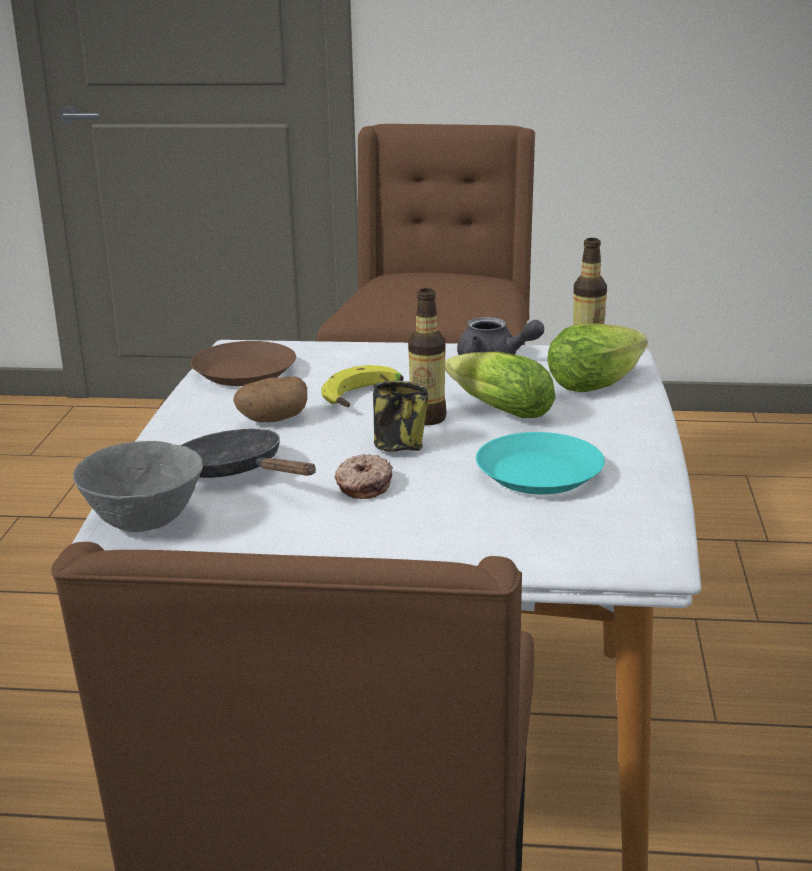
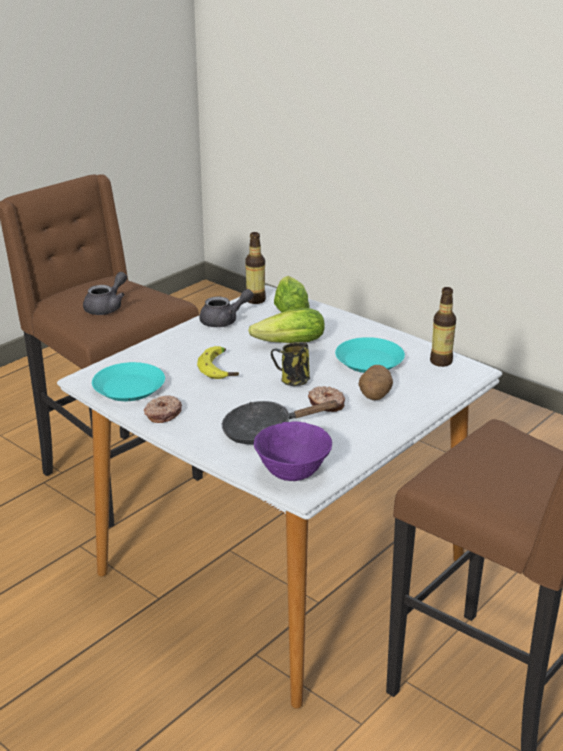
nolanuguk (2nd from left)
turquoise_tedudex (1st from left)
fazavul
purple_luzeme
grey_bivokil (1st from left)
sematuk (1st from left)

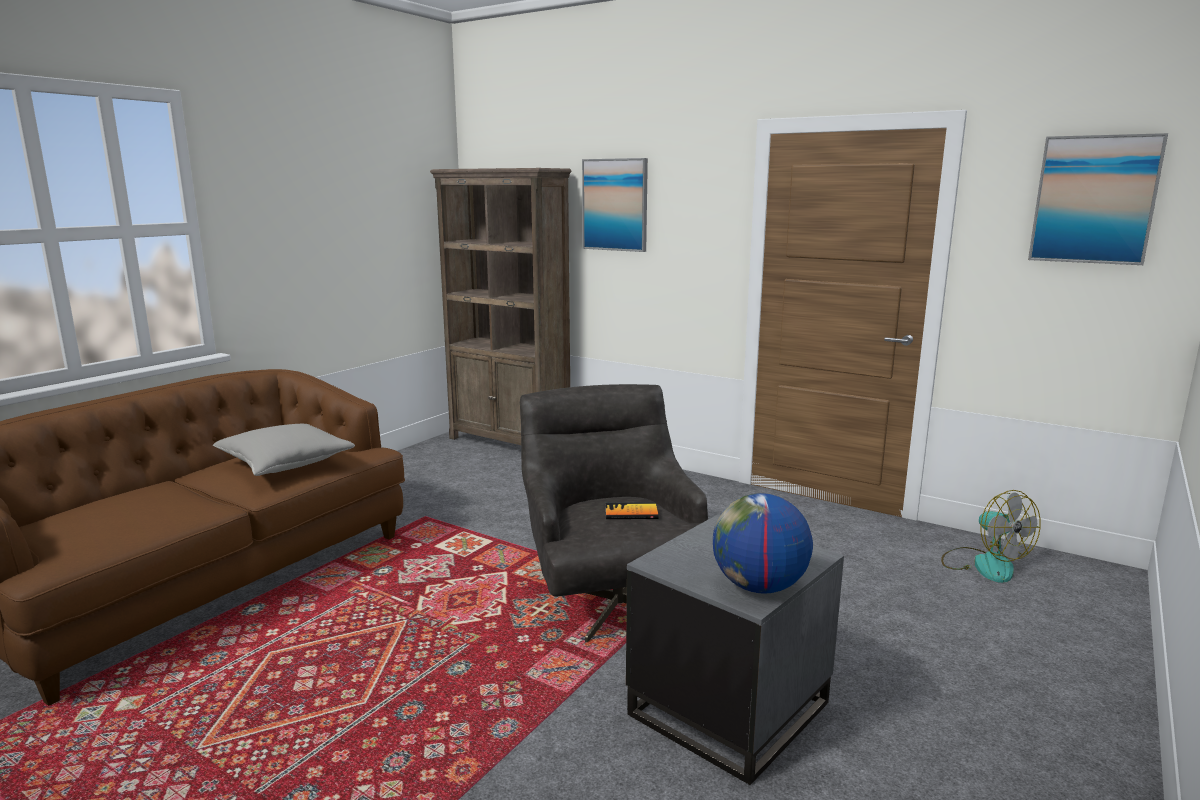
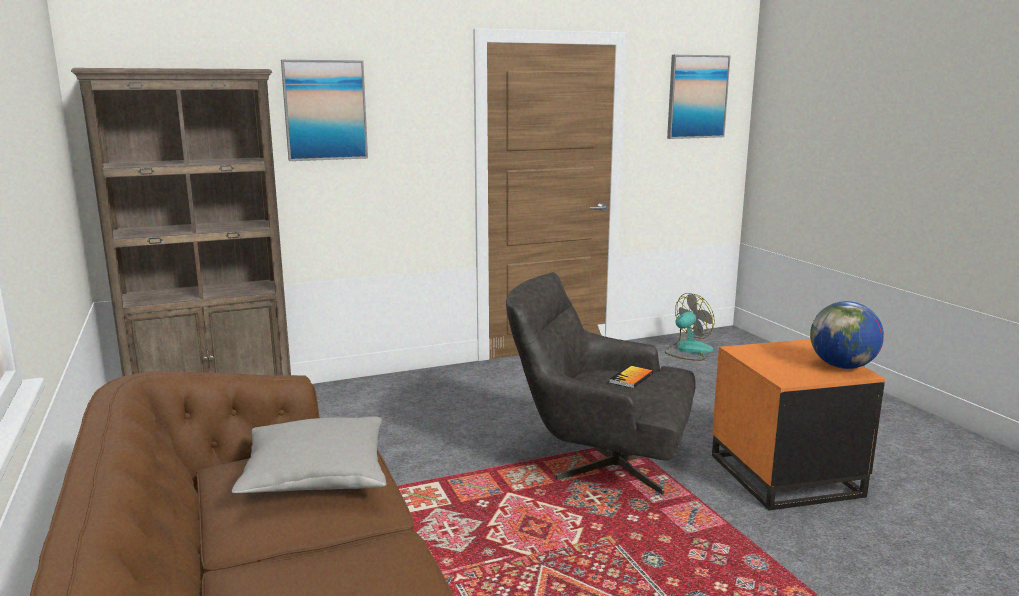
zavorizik
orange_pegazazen

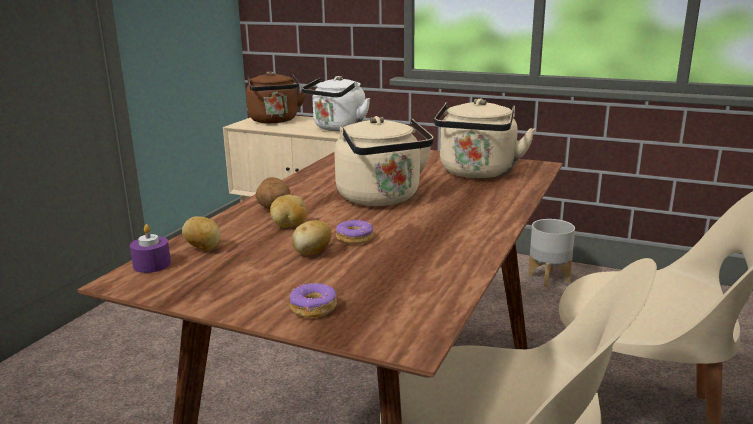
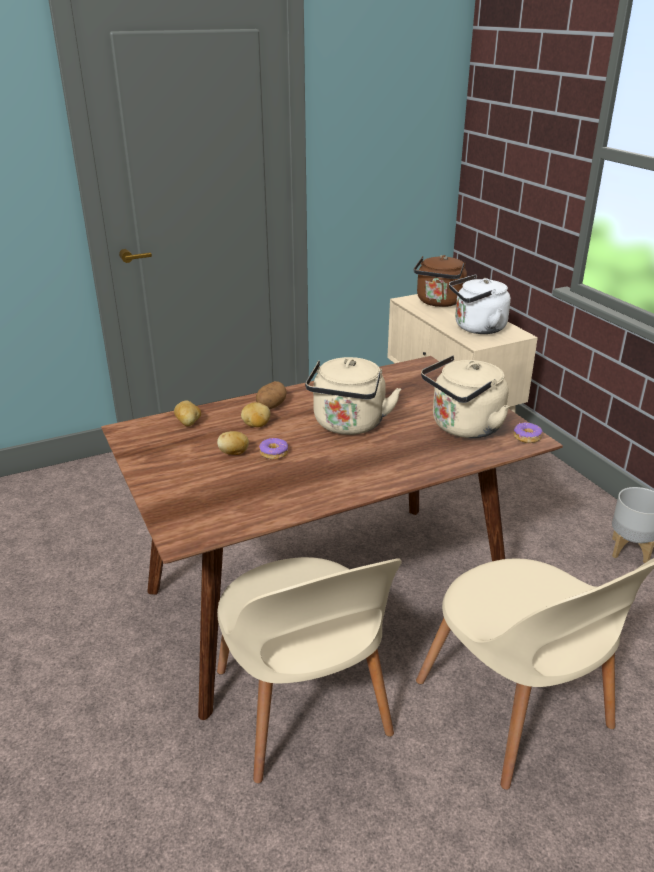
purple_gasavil
sematuk (2nd from left)

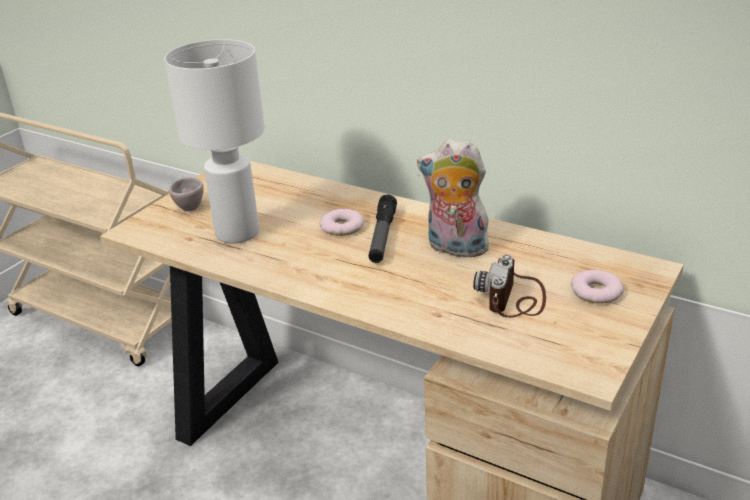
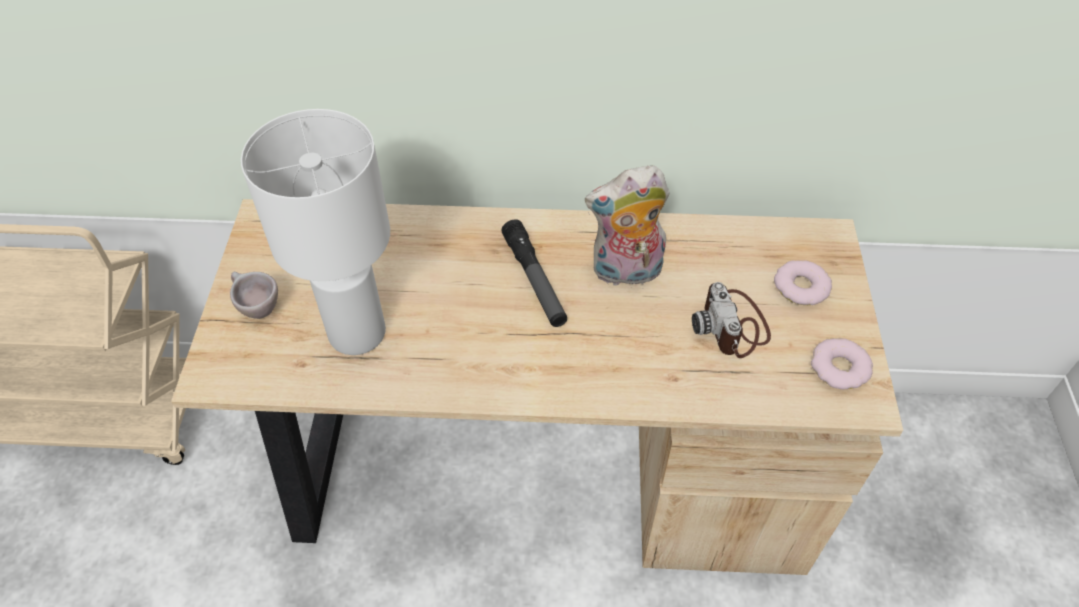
sematuk (2nd from left)

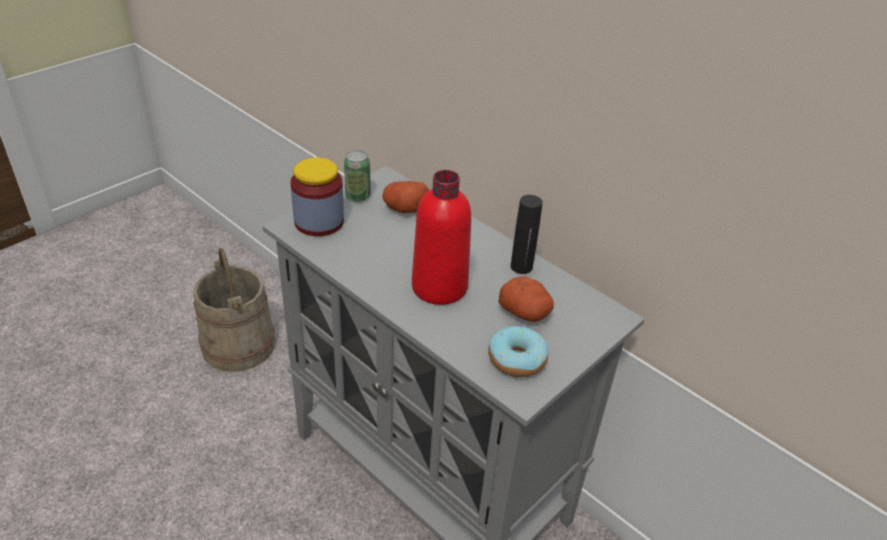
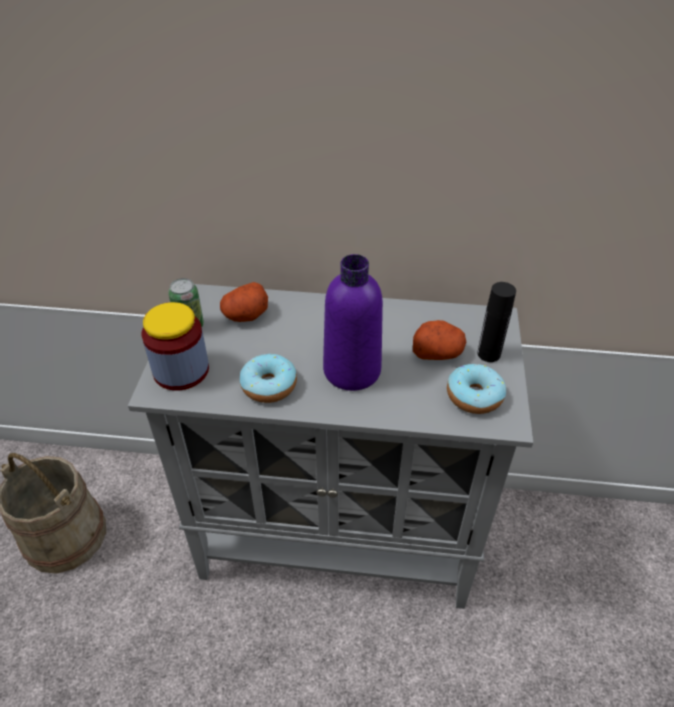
purple_nolanuguk
black_nolanuguk
sematuk (1st from left)

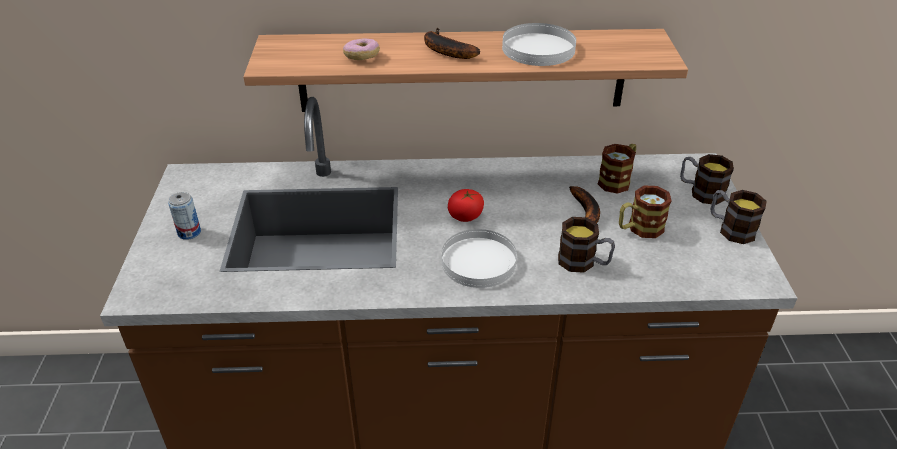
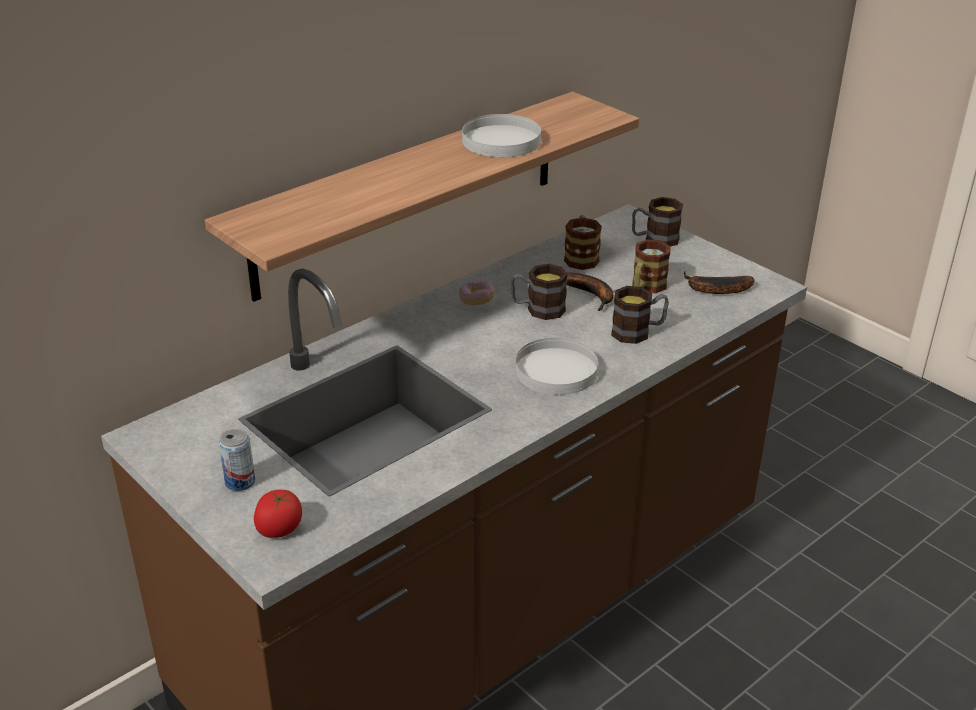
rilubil (2nd from left)
sematuk
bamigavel
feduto (1st from left)

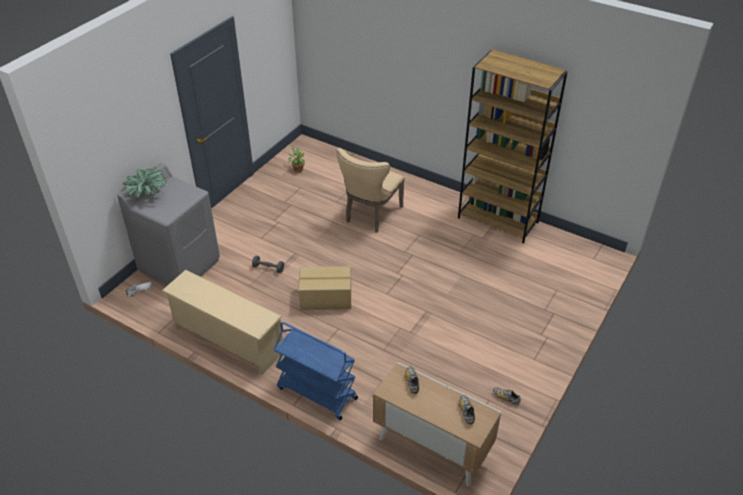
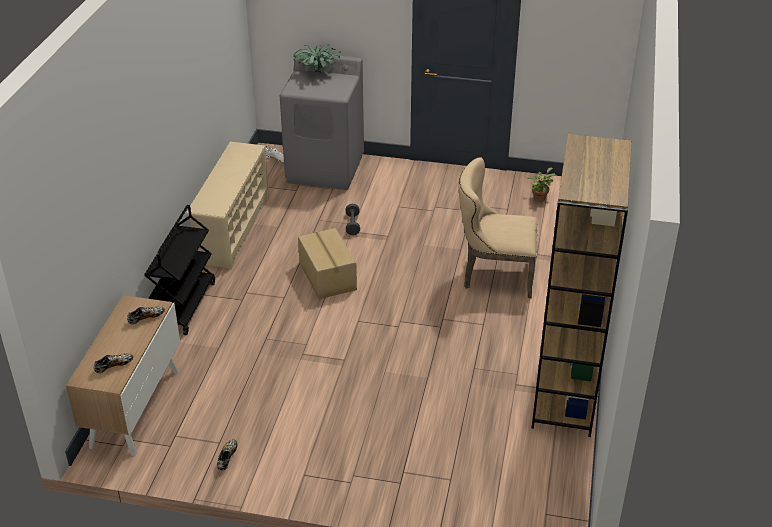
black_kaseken

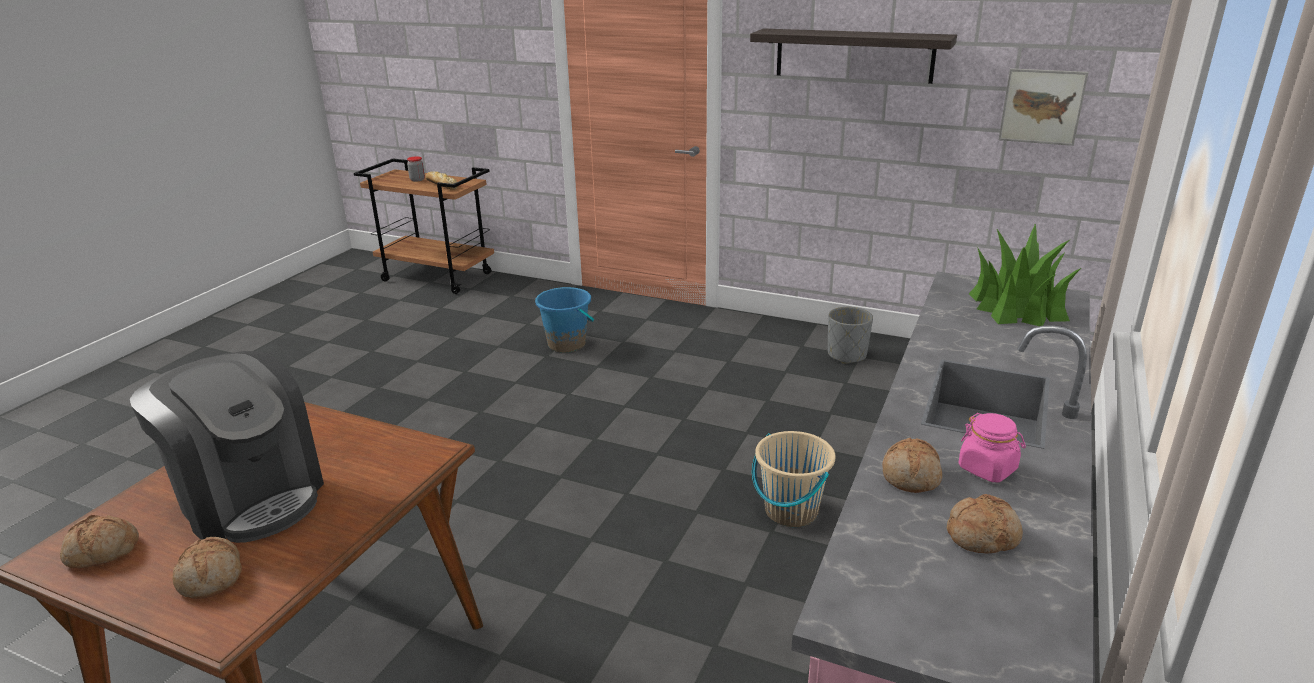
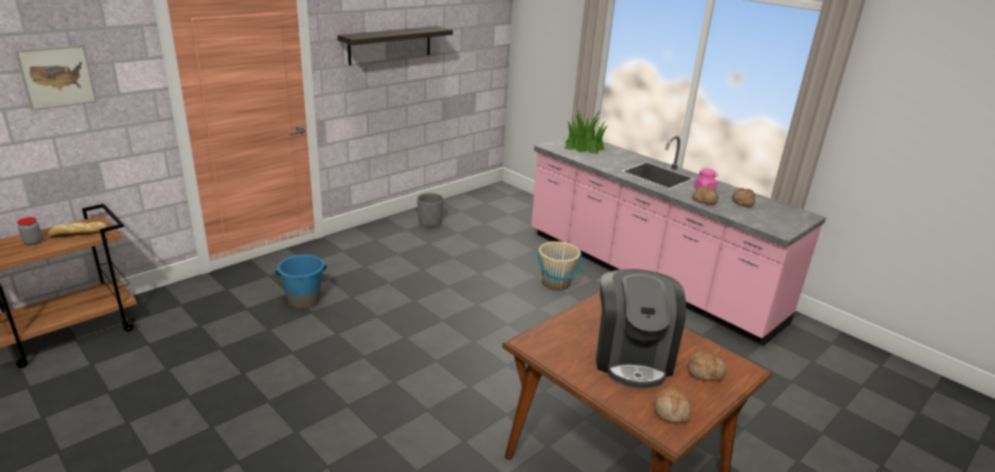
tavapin
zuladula

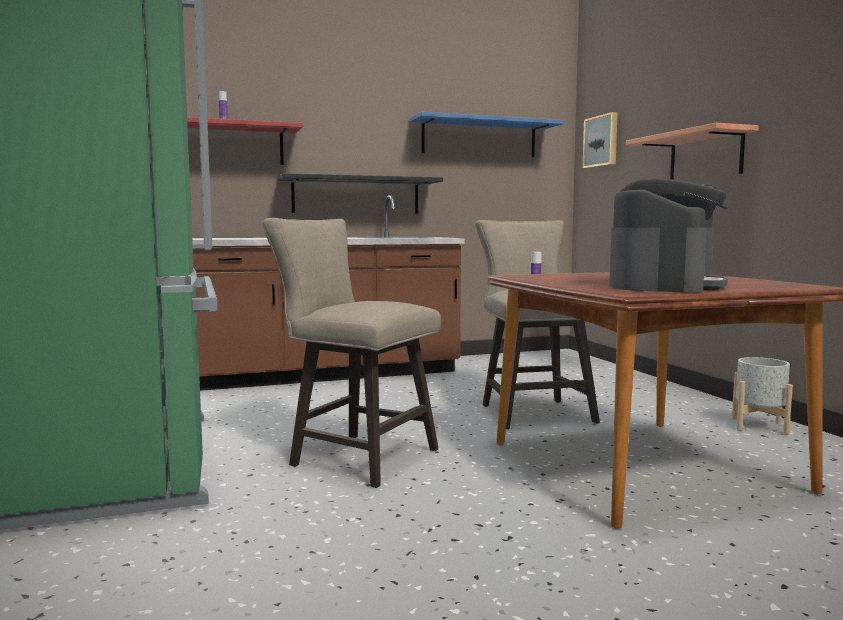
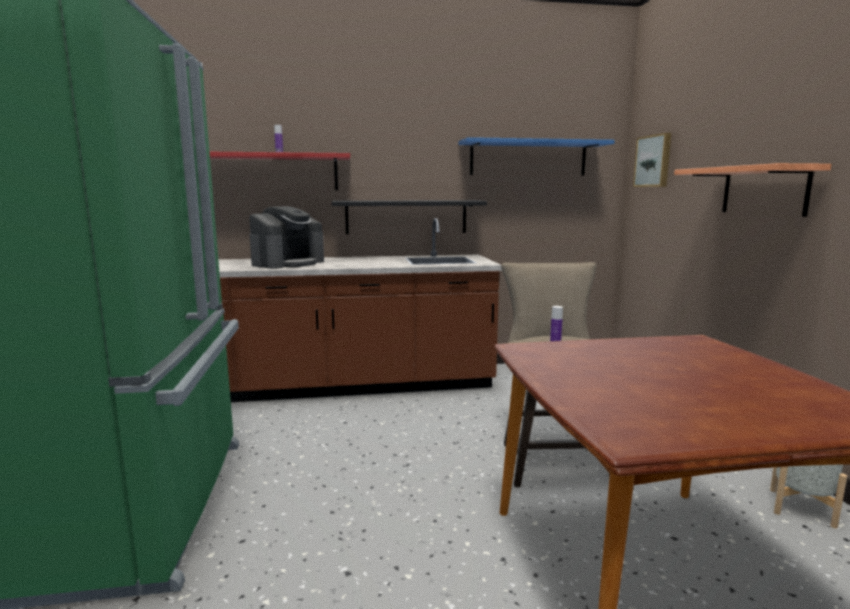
zuladula
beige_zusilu (1st from left in the first image)

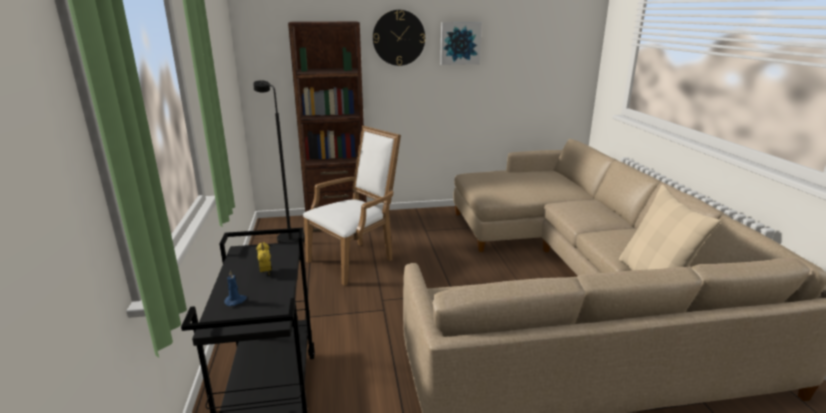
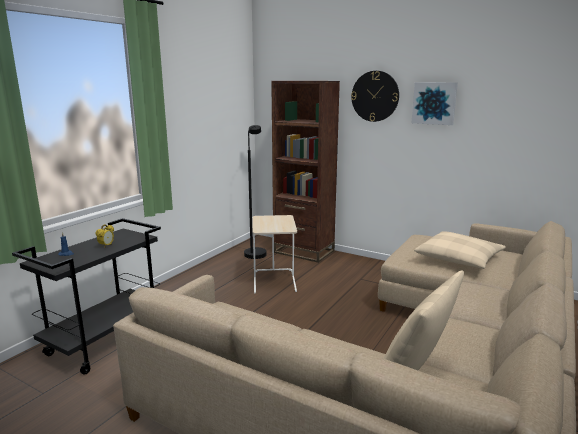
beige_pegazazen
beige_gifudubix (2nd from left)

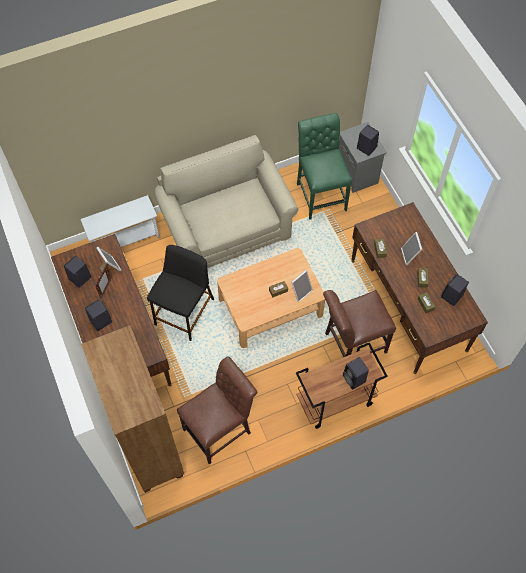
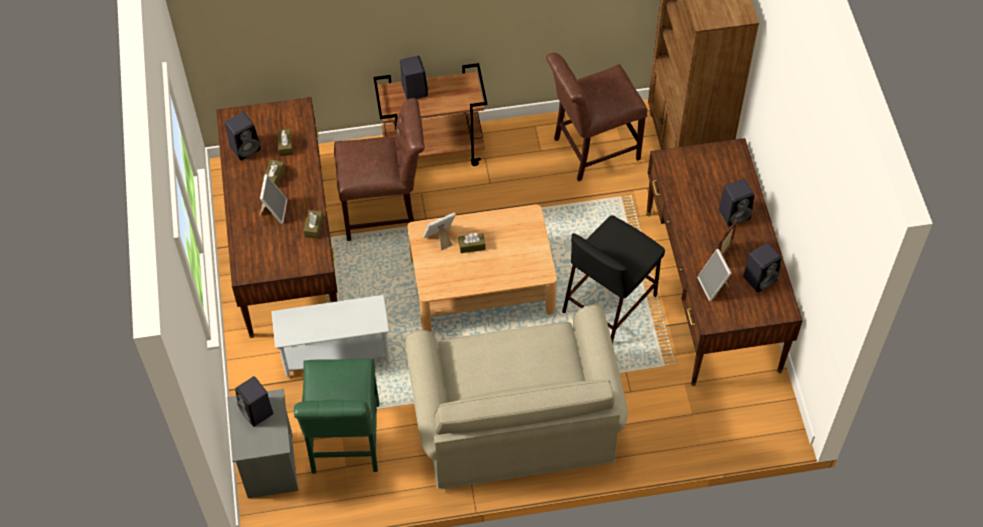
white_pegazazen

